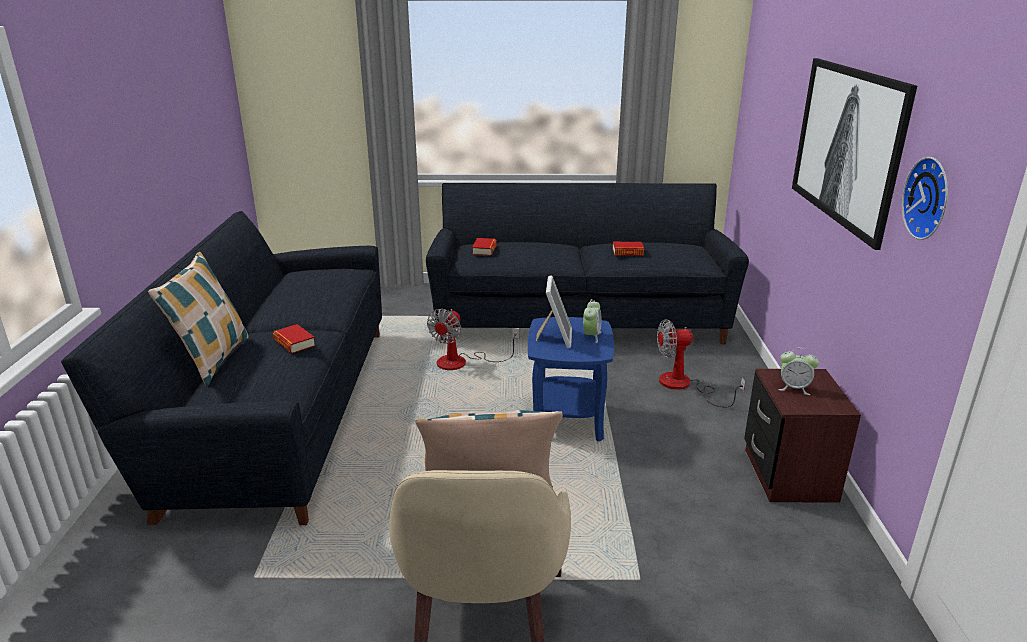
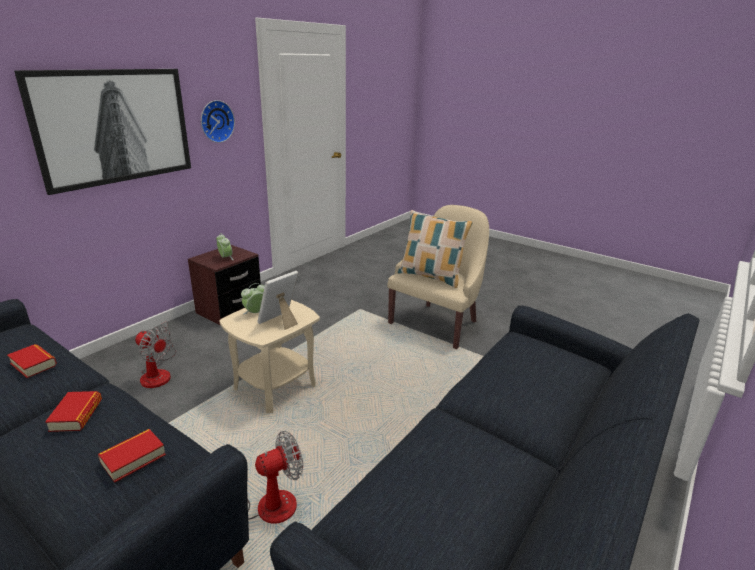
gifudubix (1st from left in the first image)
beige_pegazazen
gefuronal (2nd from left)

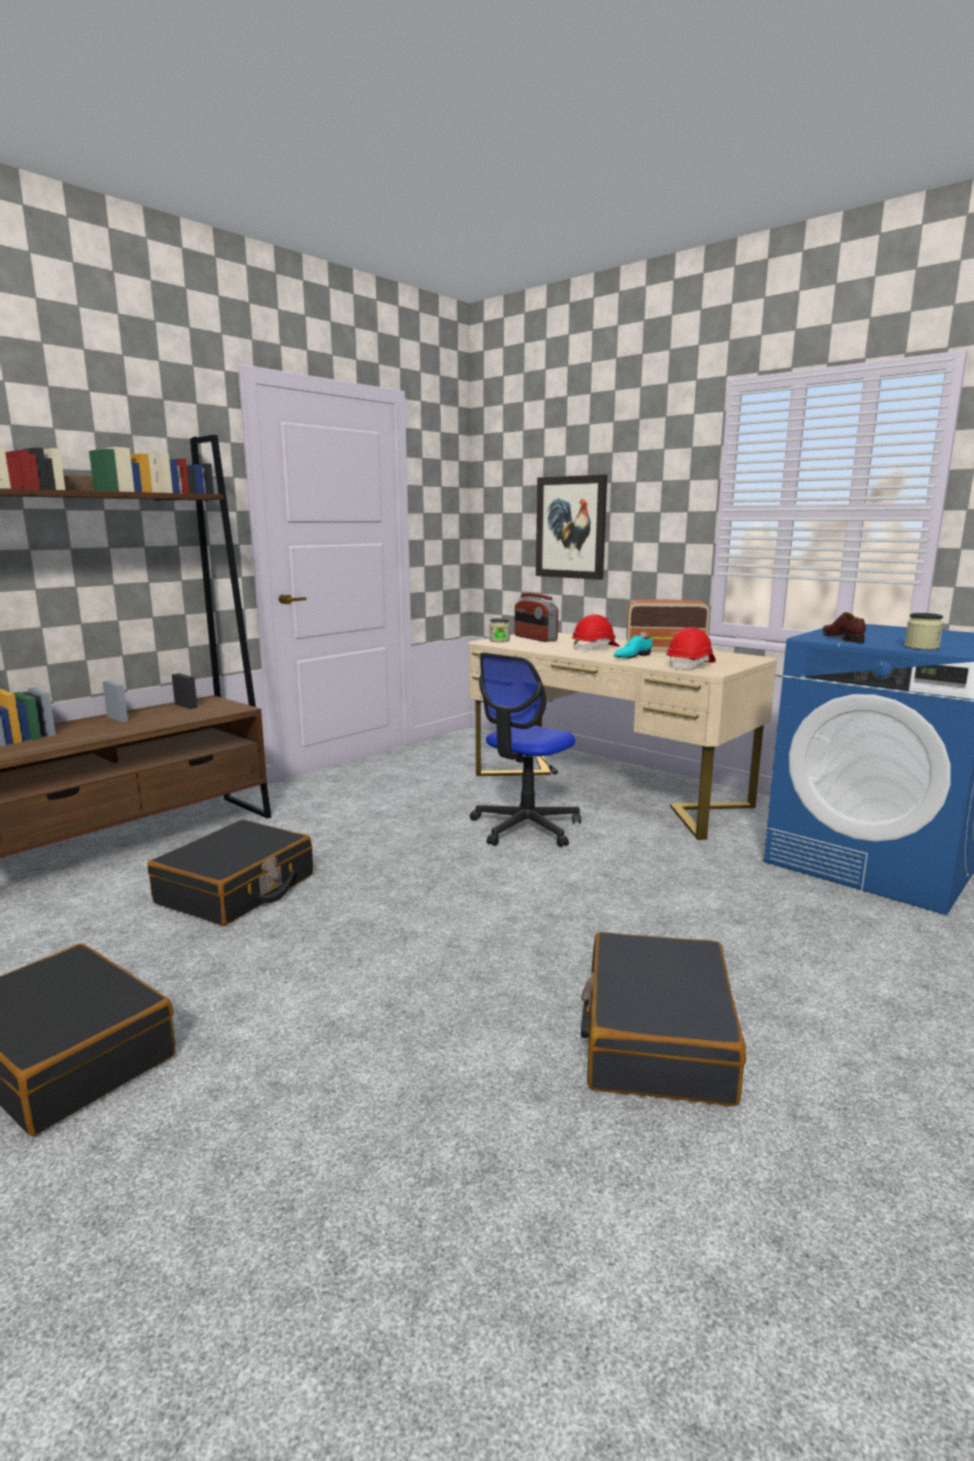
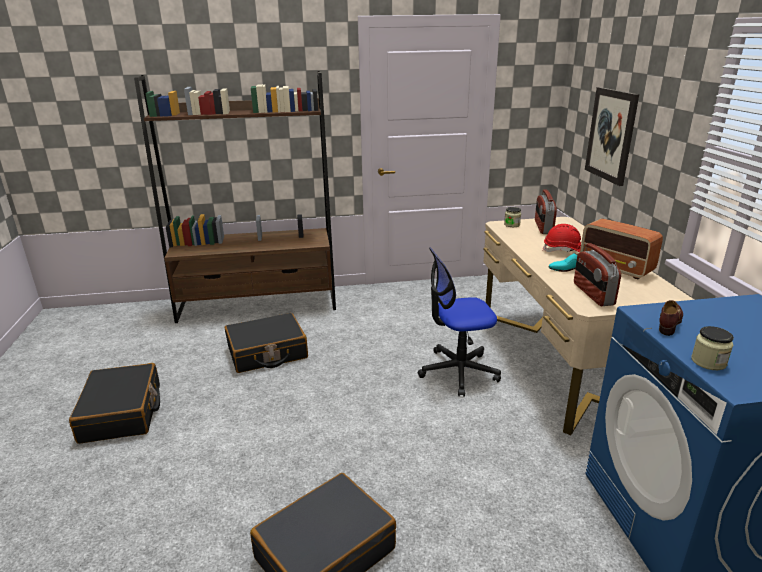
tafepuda (2nd from left)

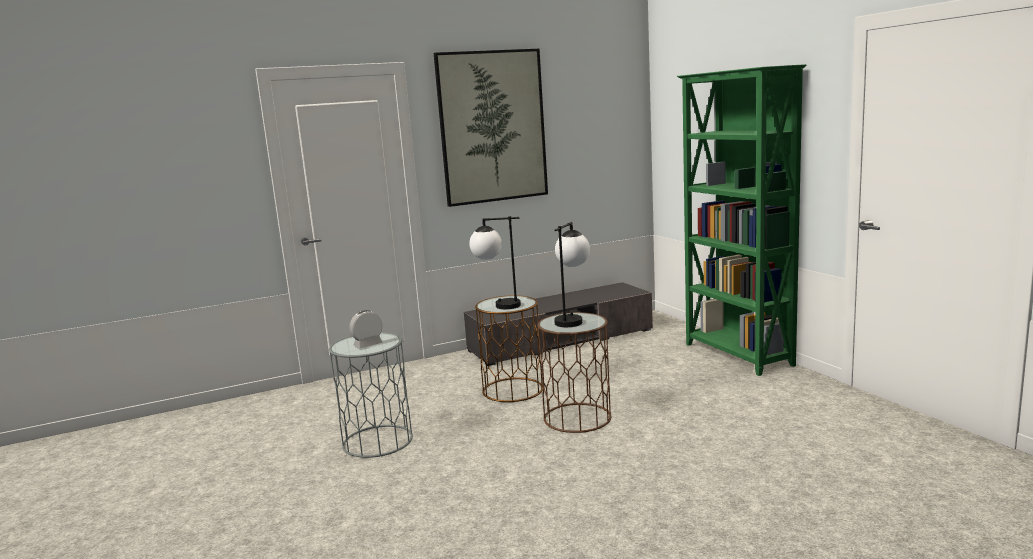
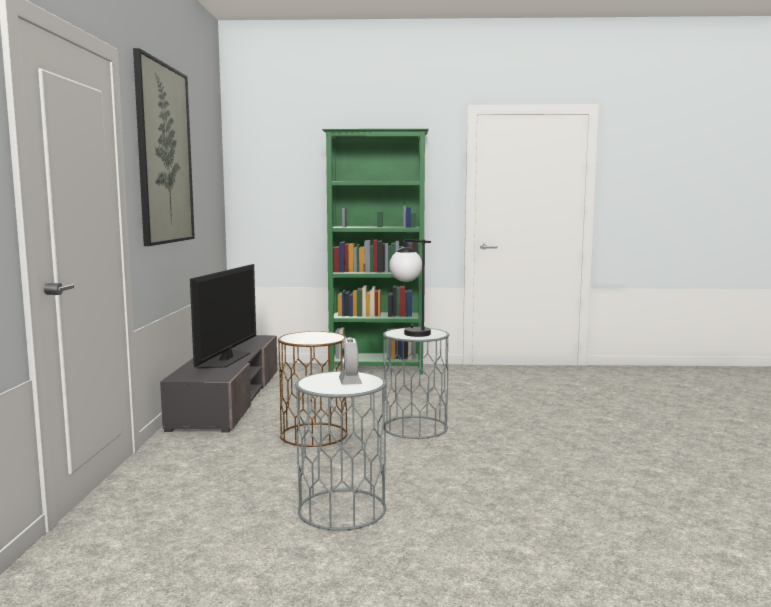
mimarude (1st from left in the first image)
grey_pegazazen (2nd from left)
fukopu

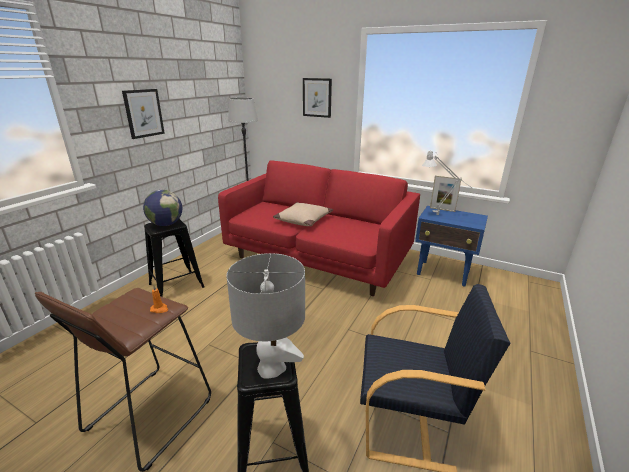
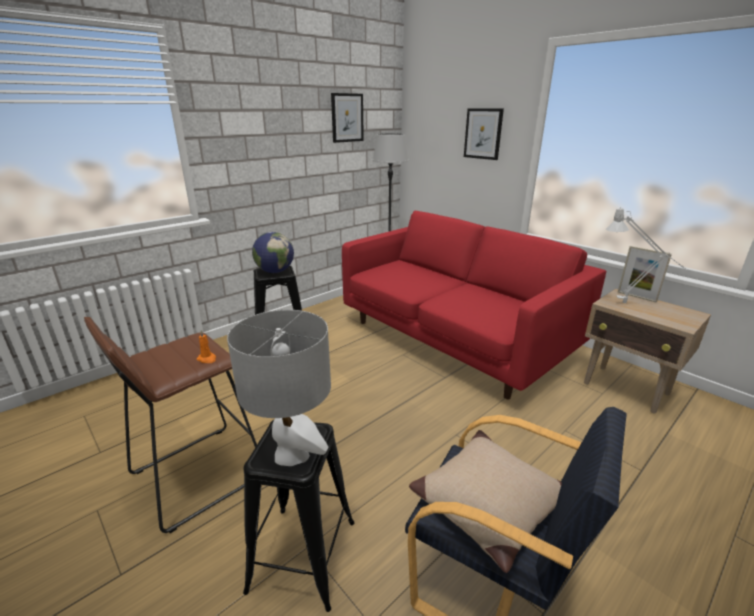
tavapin (1st from left)
beige_gifudubix
beige_pegazazen

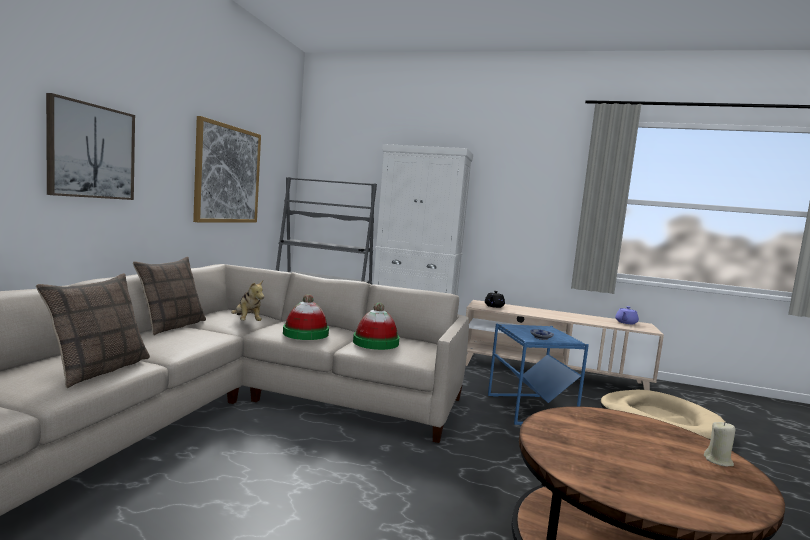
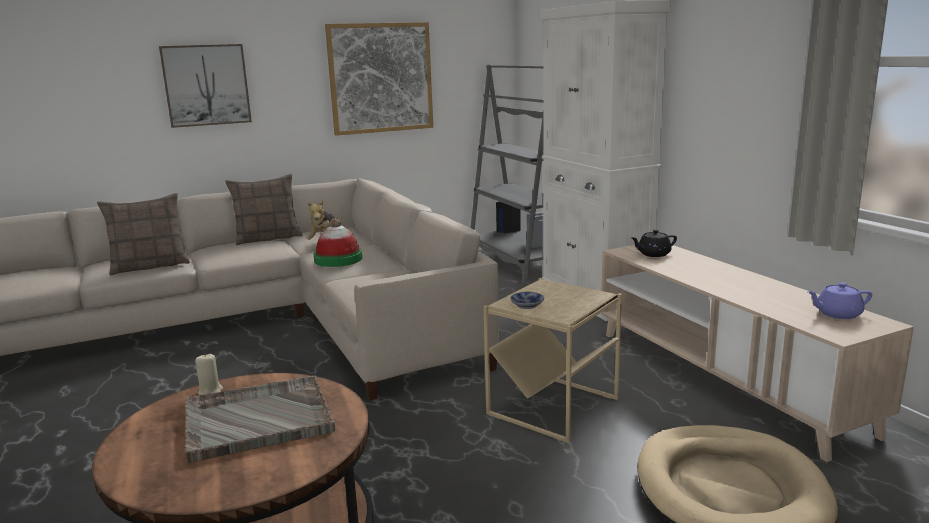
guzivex (2nd from left in the first image)
beige_pegazazen
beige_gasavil
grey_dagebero

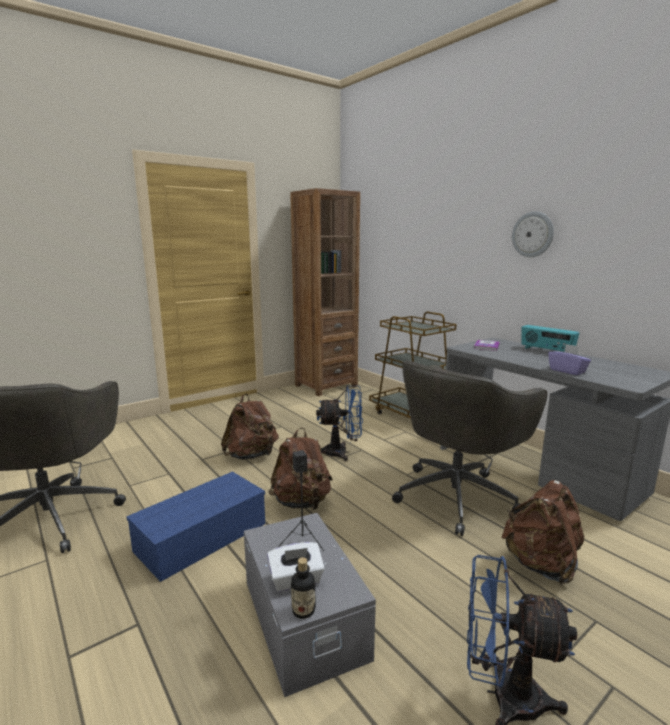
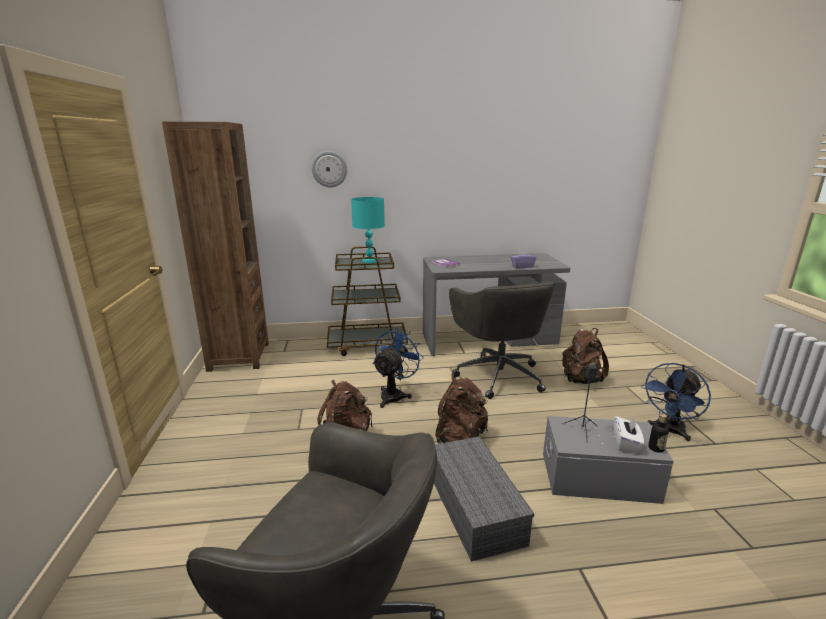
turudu
tafepuda
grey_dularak (1st from left)
turquoise_mimarude

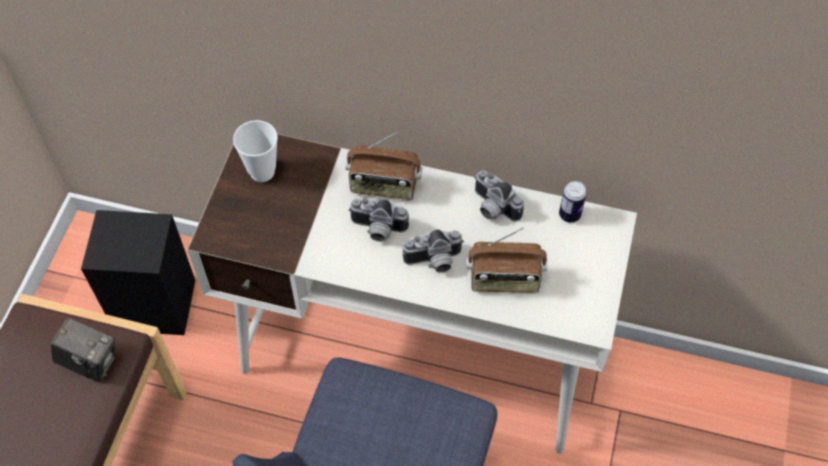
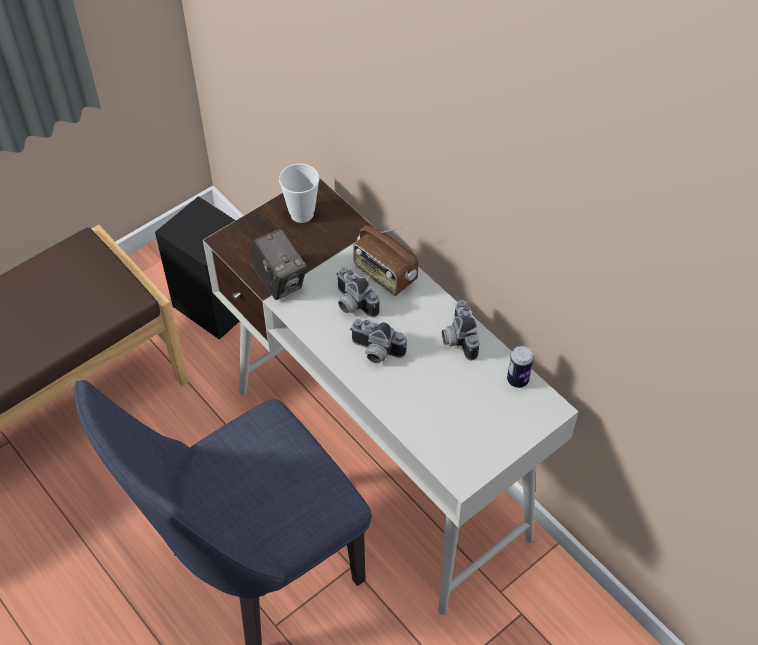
tafepuda (2nd from left in the first image)
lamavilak (1st from left)

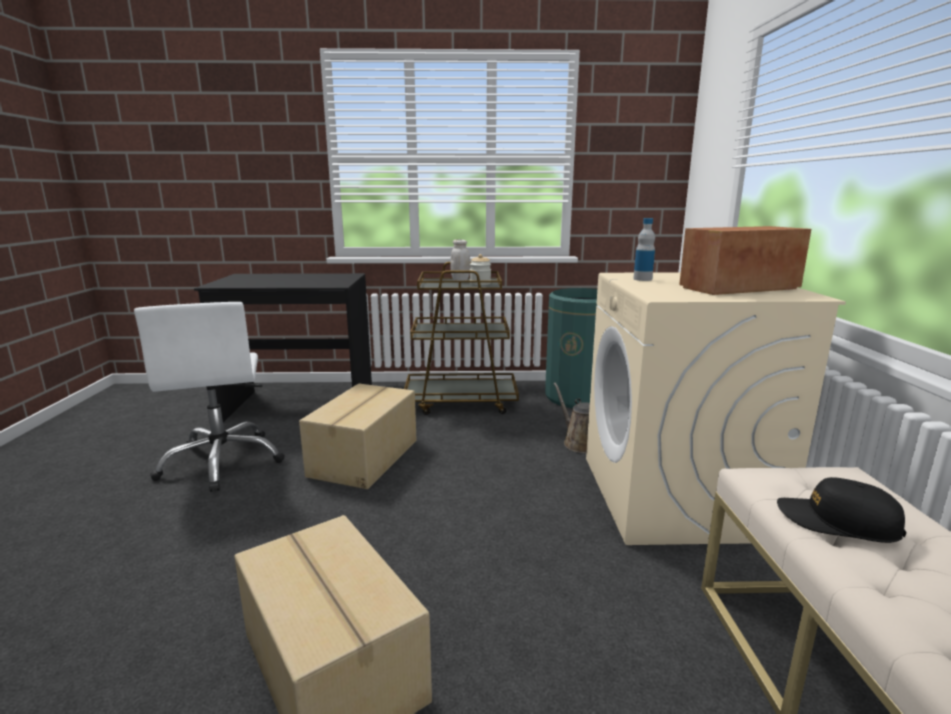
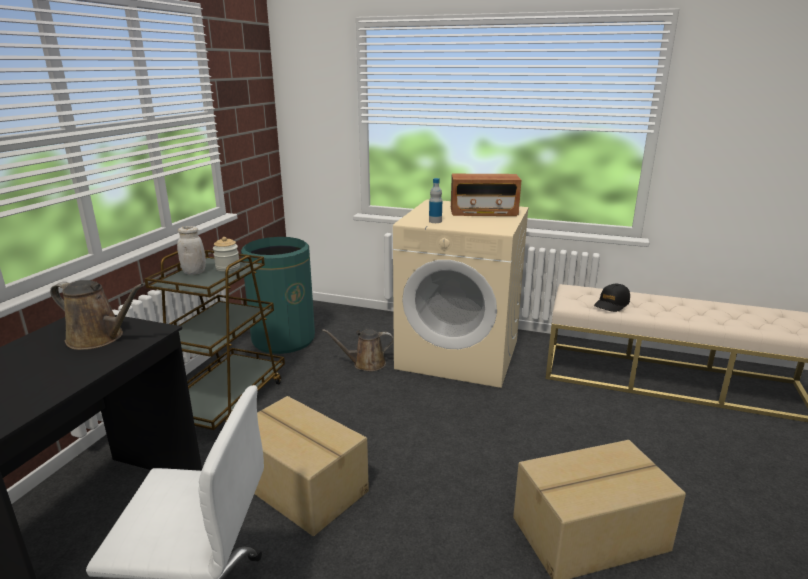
tafepuda
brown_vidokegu (1st from left)

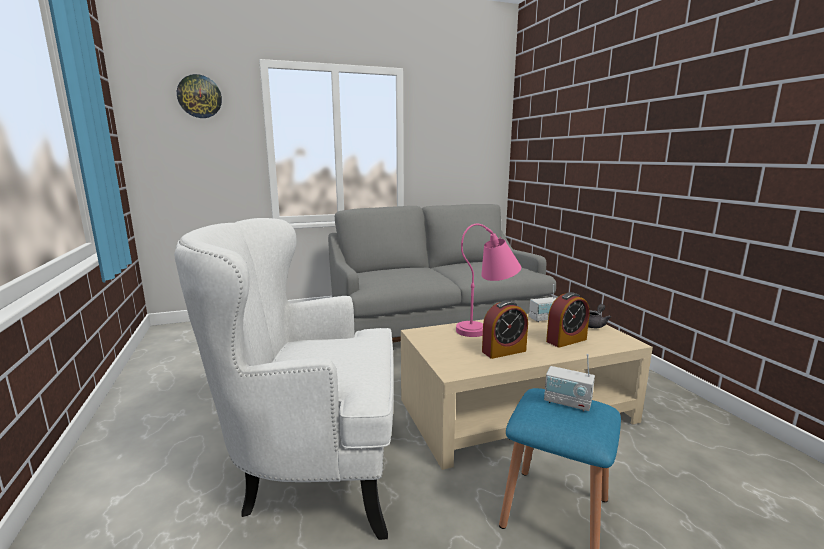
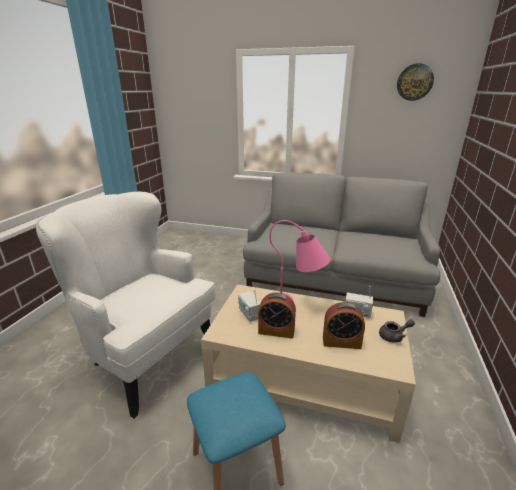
turudu
tafepuda (1st from left)

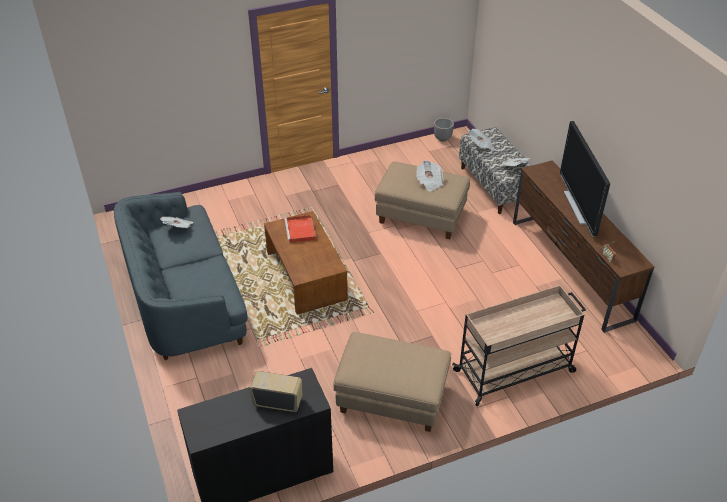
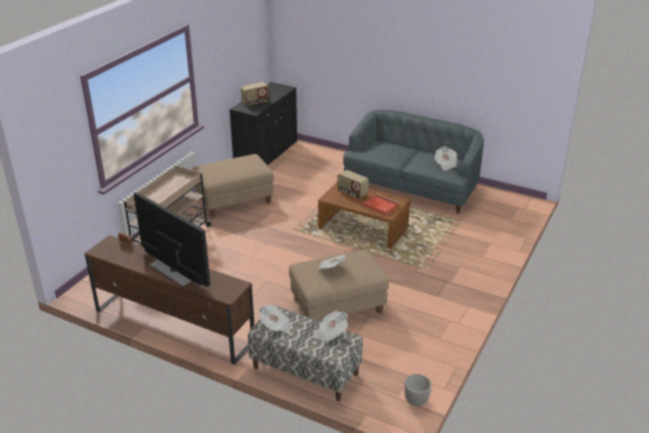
tafepuda (3rd from left)

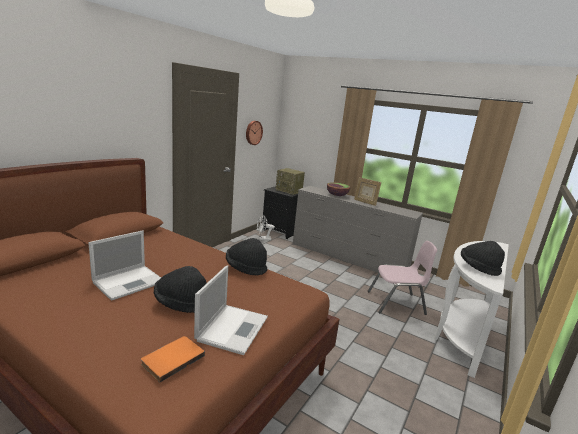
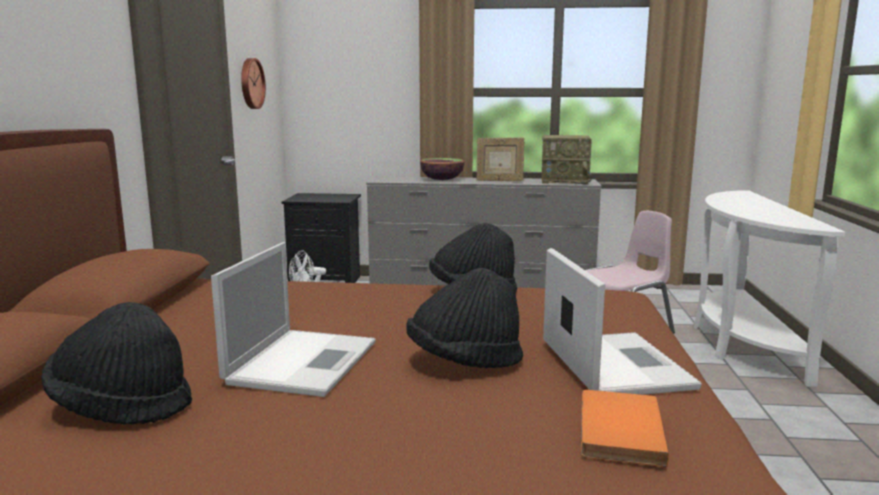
tafepuda
black_guzivex (1st from left)

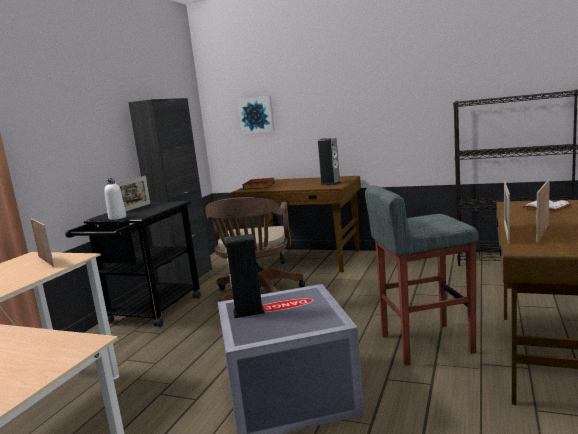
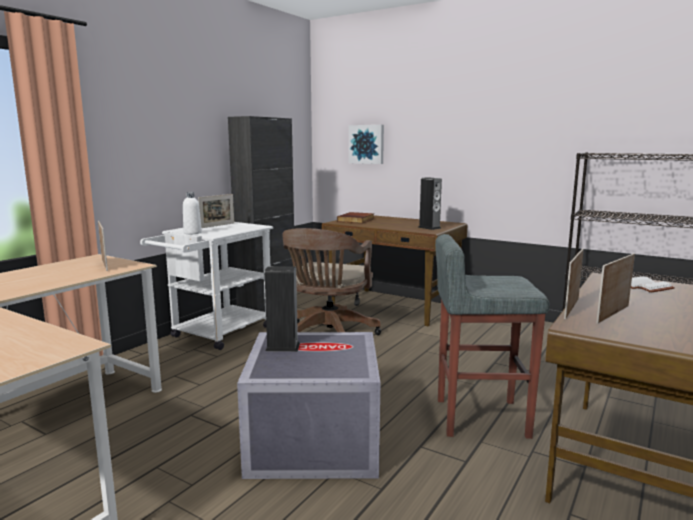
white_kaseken

